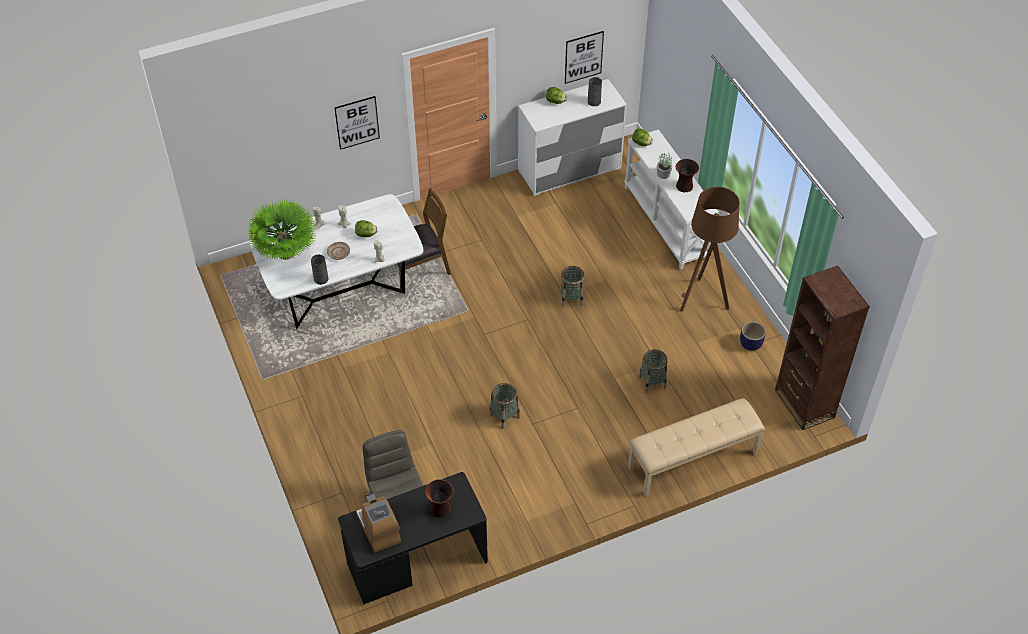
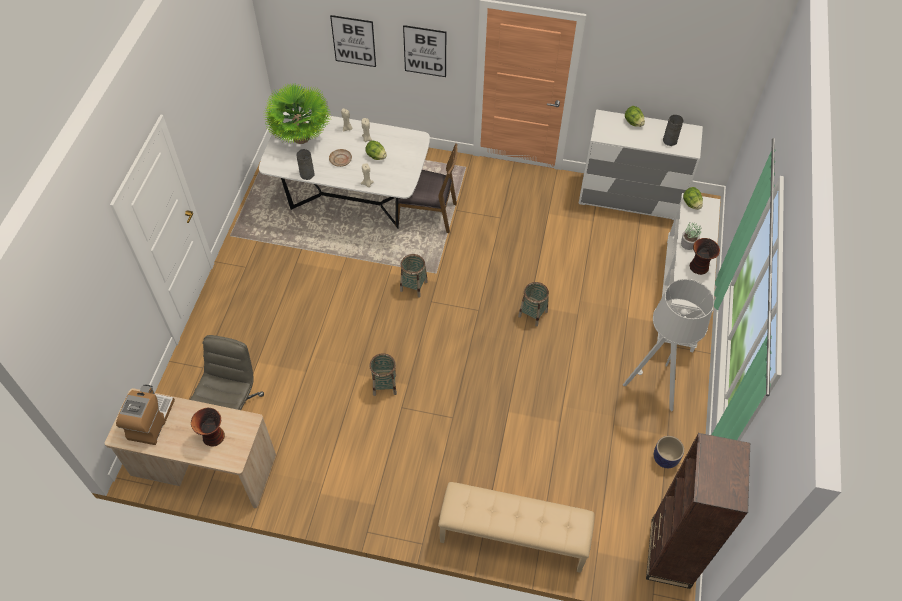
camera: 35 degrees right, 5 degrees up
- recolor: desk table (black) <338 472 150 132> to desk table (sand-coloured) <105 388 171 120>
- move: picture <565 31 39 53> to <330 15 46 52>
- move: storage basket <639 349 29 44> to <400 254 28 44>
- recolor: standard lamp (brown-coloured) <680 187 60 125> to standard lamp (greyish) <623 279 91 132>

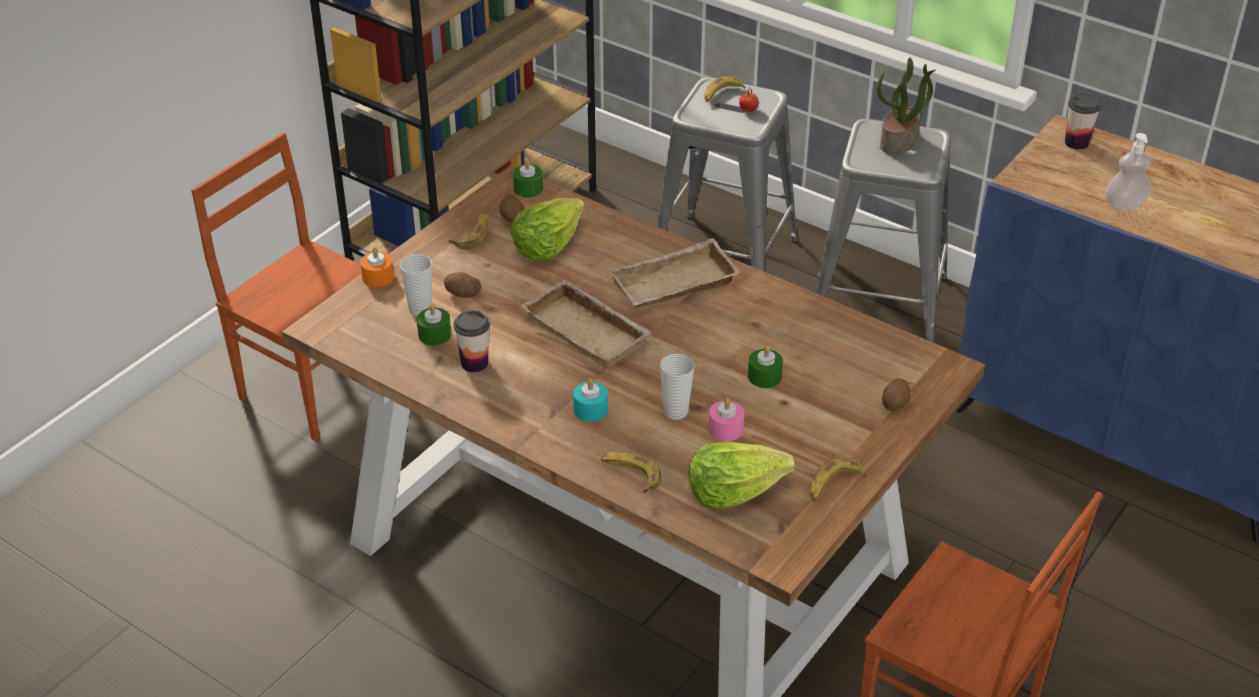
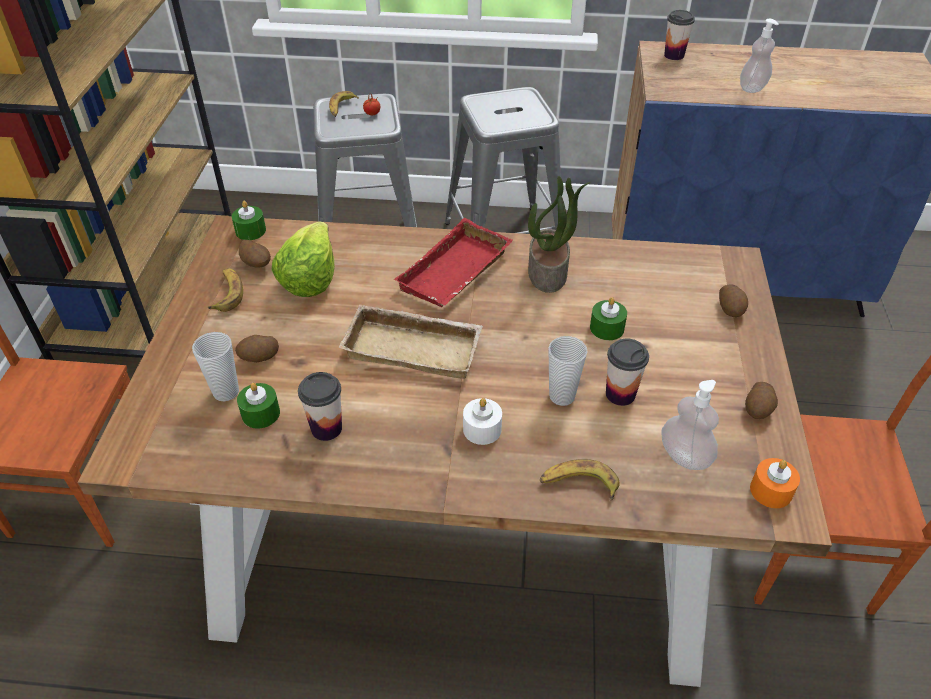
camera: 30 degrees left, 5 degrees up
- move: wax light (orange) <360 247 34 40> to <750 458 50 50>
- recolor: wax light (blue-green) <573 378 35 44> to wax light (white) <463 398 39 47>
- recolor: tray (sand-coloured) <609 238 132 70> to tray (reddish) <394 218 119 89>
- replace: lettuce <688 442 107 68> to soap dispenser <661 380 58 90>
- replace: wax light (pink) <708 397 37 44> to drinking cup <606 339 43 67>
- replace: banana <810 458 57 43> to whole potato <745 382 33 37>
- move: plant in a pot <877 57 59 98> to <528 176 62 117>

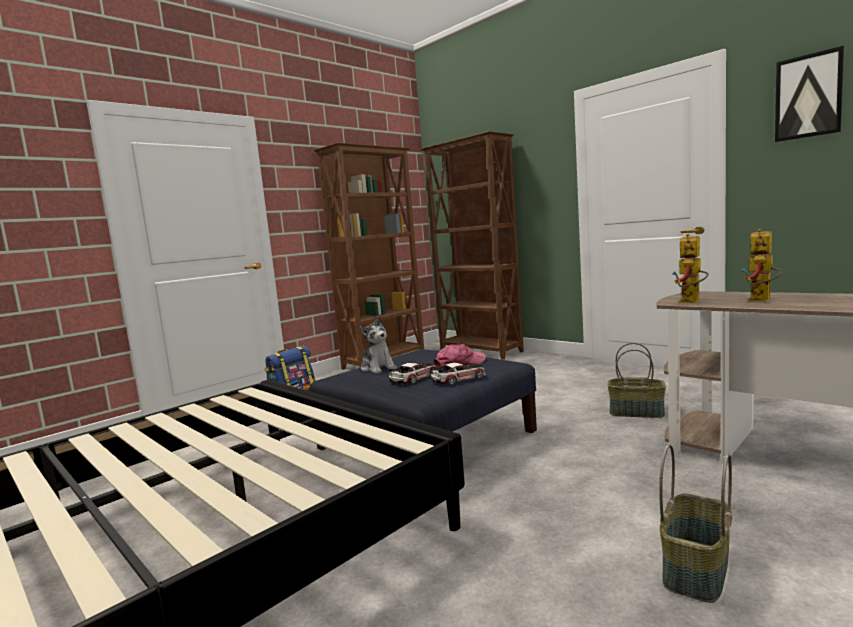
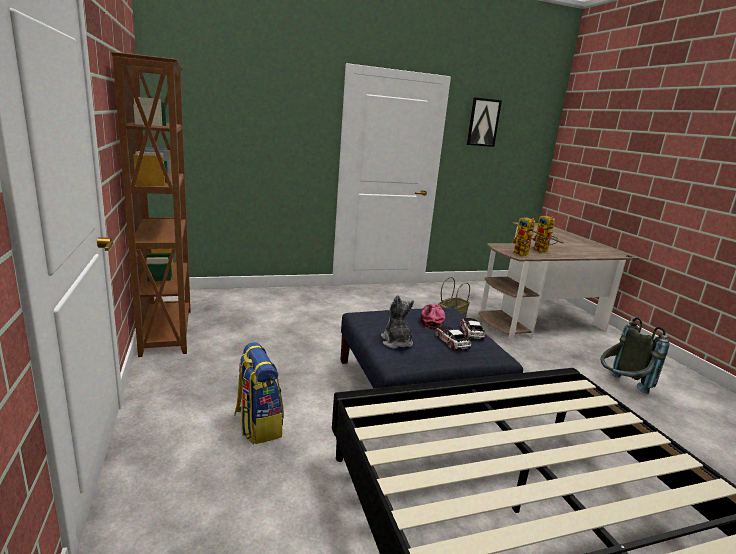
camera: 65 degrees left, 10 degrees up
- rotate: plush toy <360 316 37 58> = <381 295 33 54> 105 degrees counterclockwise
- delete: shelving unit (brown-coloured) <420 131 104 228>
- replace: storage basket <659 444 73 159> to knapsack (greyish) <601 317 69 77>

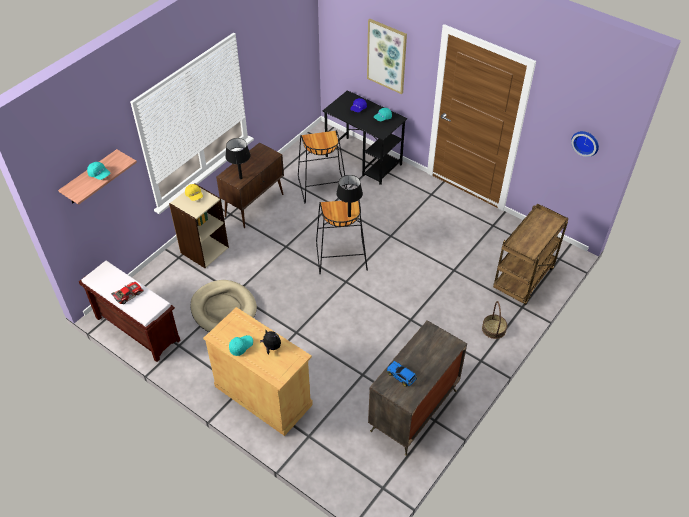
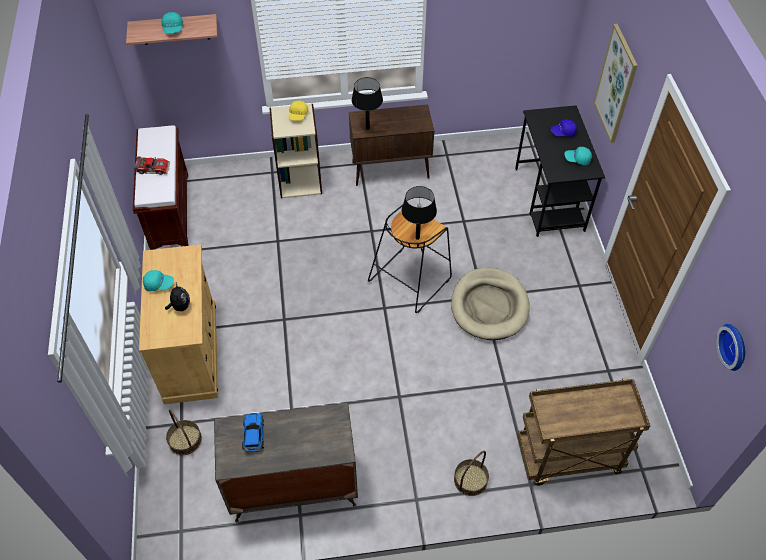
camera: 45 degrees right, 5 degrees up
- move: pet bed (sand-coloured) <191 280 66 52> to <451 268 79 72>
- delete: sitting stool (black) <298 130 49 73>
- insert: storage basket <166 410 36 45>

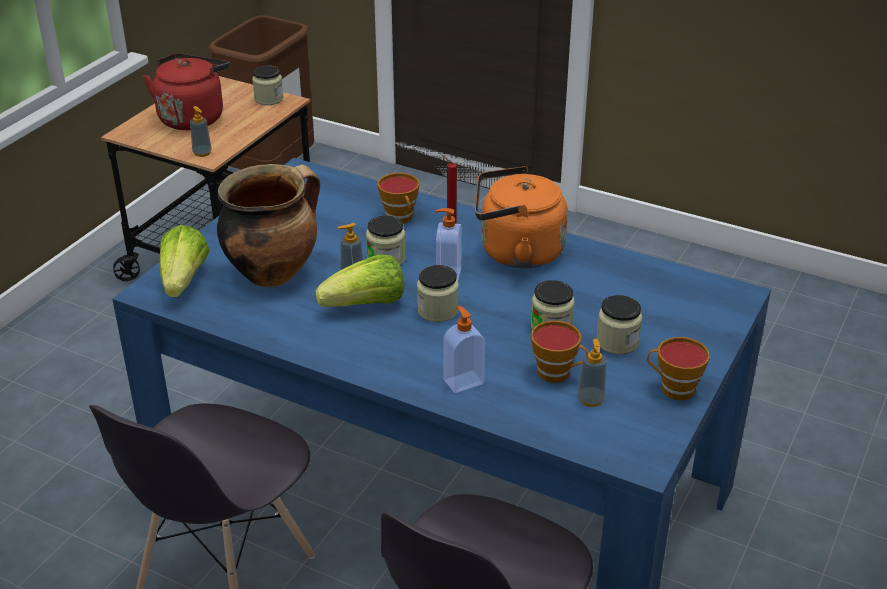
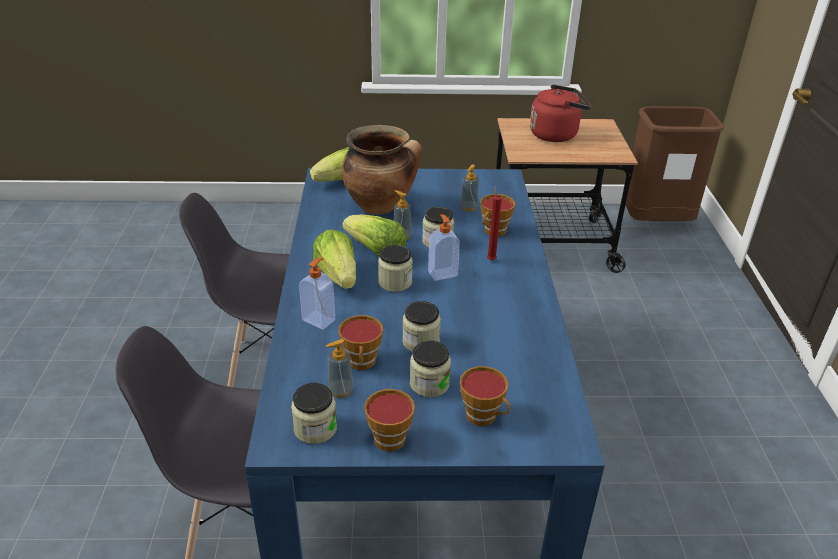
camera: 60 degrees right, 0 degrees up
- move: soap dispenser <190 106 22 51> to <460 165 19 46>
- move: preserve jar <252 65 31 40> to <291 383 46 61>
- delete: tea kettle (orange) <475 166 93 103>
- insert: lettuce <313 230 43 59>
- insert: drinking cup <460 366 50 60>

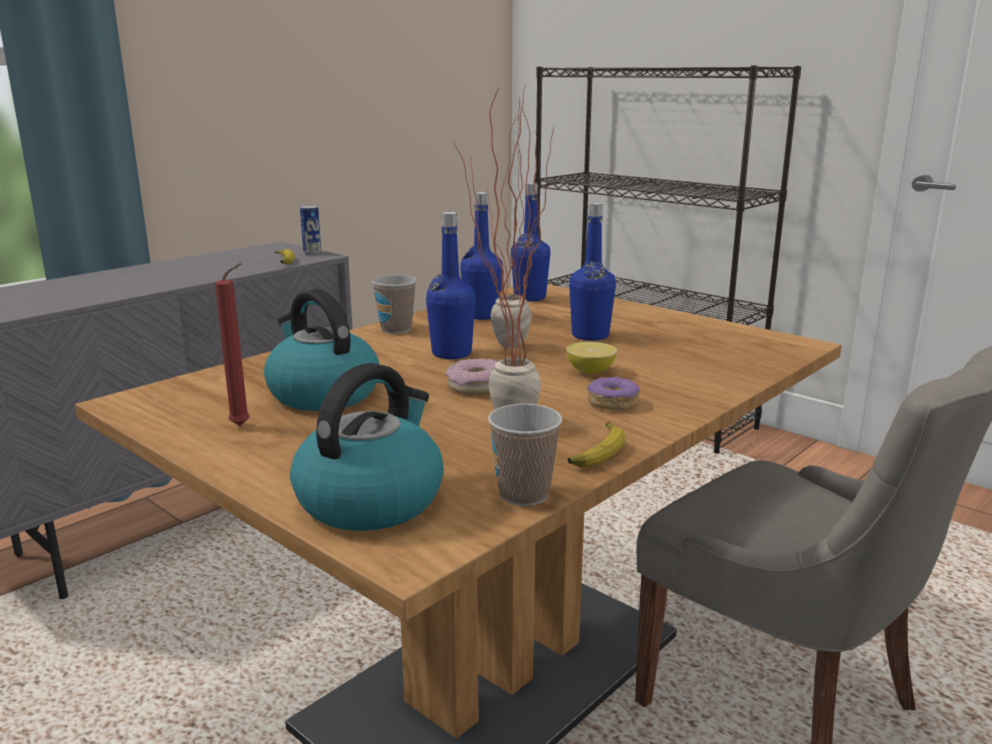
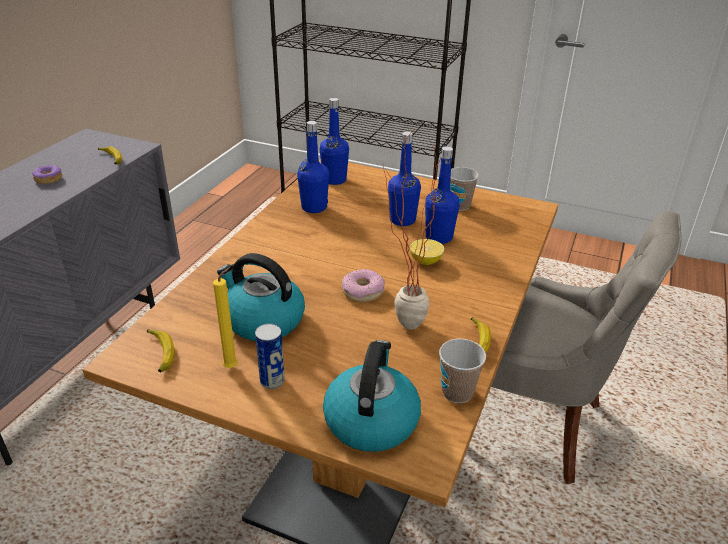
camera: 20 degrees left, 15 degrees up
- recolor: wax light (reddish) <215 263 35 163> to wax light (yellow) <213 267 25 101>
- move: sealed can <300 205 21 50> to <255 323 30 66>
- move: drinking cup <372 275 45 59> to <450 167 29 44>
- move: drink bottle (bluish) <426 212 50 147> to <425 147 35 97>
- delete: plant in a pot <487 84 66 265>
- move: donut <587 375 53 35> to <32 164 30 20>
- insert: banana <147 329 28 43>

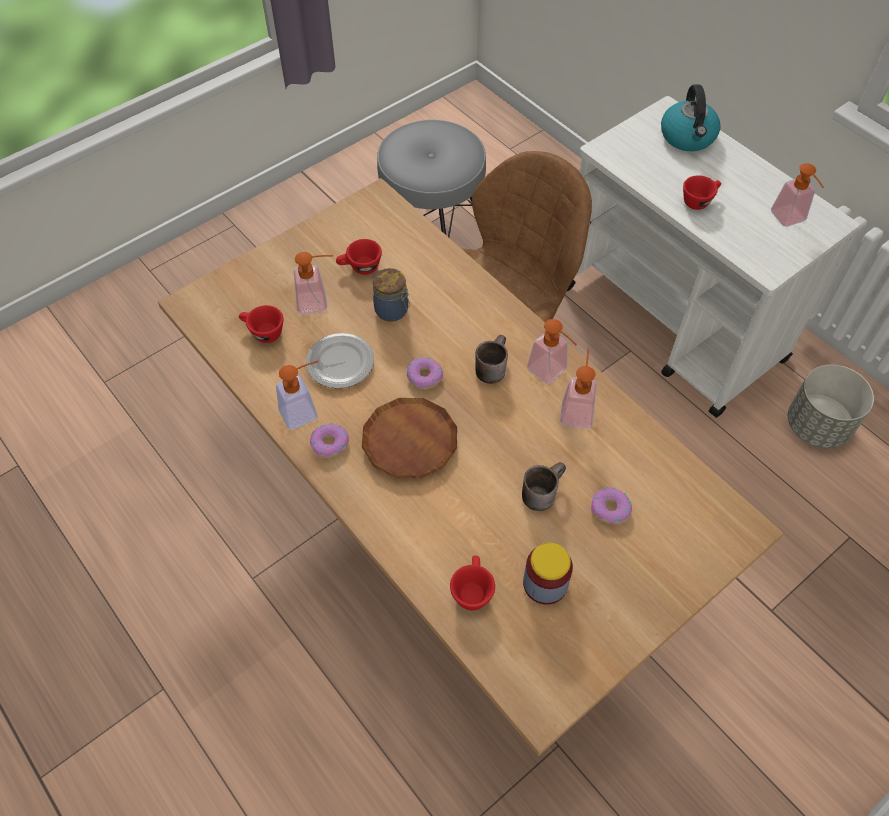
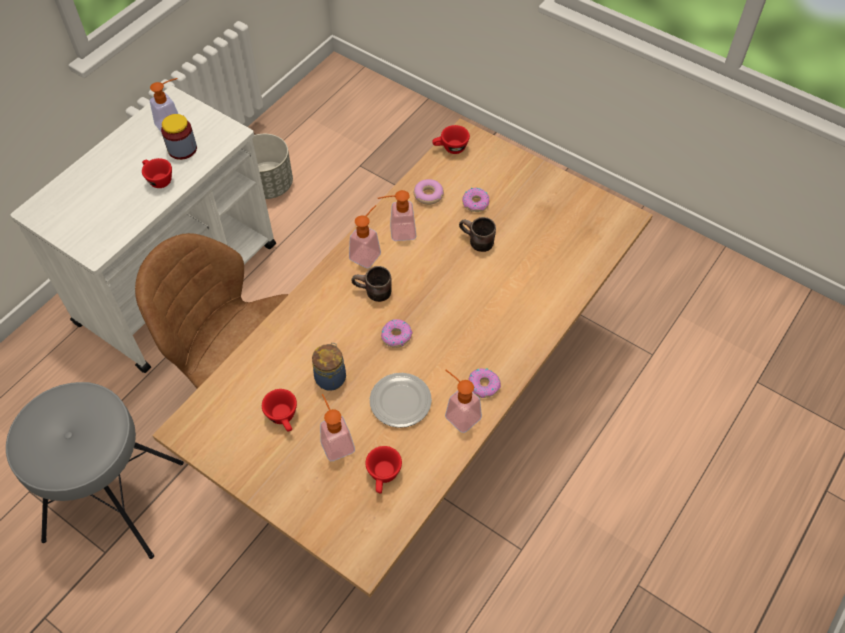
camera: 105 degrees left, 0 degrees up
- delete: flat dish (brown-coloured) <362 398 95 81>
- move: drinking cup (reddish) <450 555 45 55> to <432 125 38 29>
- move: preserve jar <523 543 50 62> to <161 114 36 46>
- delete: tea kettle <661 84 59 67>
- insert: donut <414 179 30 26>

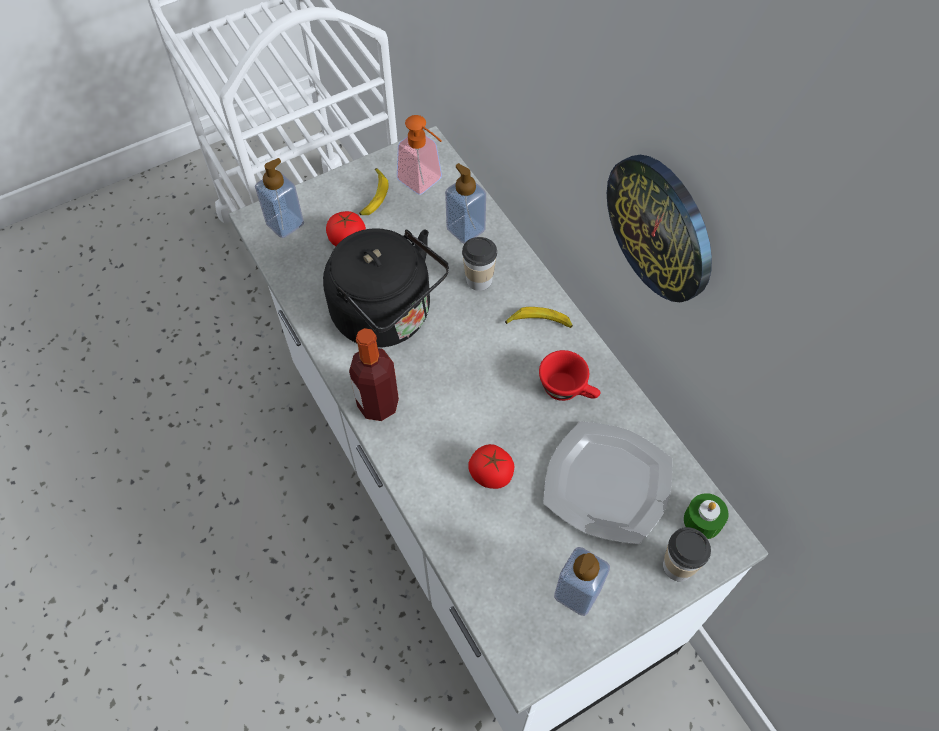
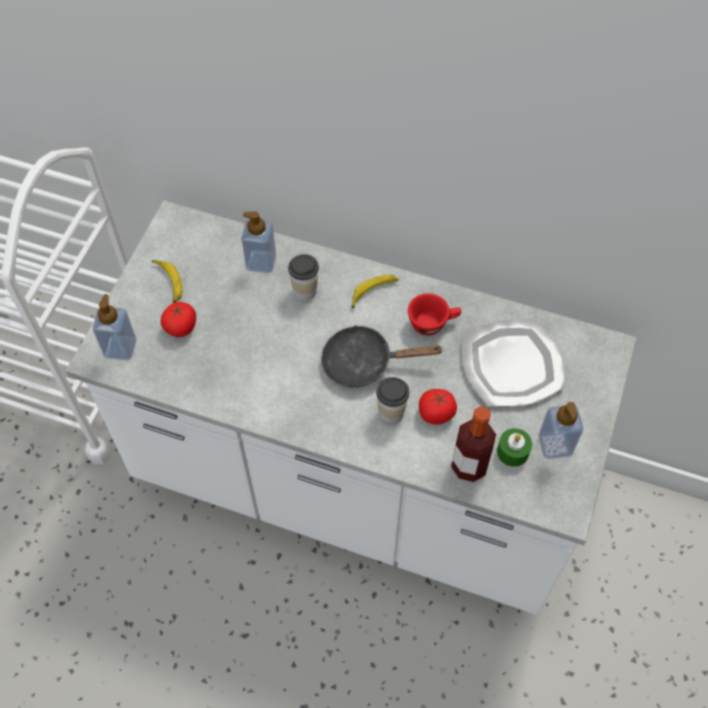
camera: 40 degrees left, 0 degrees up
- delete: tea kettle (black) <323 228 126 119>
- move: drink bottle <349 328 50 93> to <451 406 45 76>
- delete: soap dispenser <397 115 45 80>
- delete: wall clock <607 155 105 147>
- move: drinking cup <663 527 48 55> to <376 377 33 47>
- move: wax light (greenish) <684 493 45 46> to <497 428 35 39>
- insert: pan (black) <321 325 123 63>

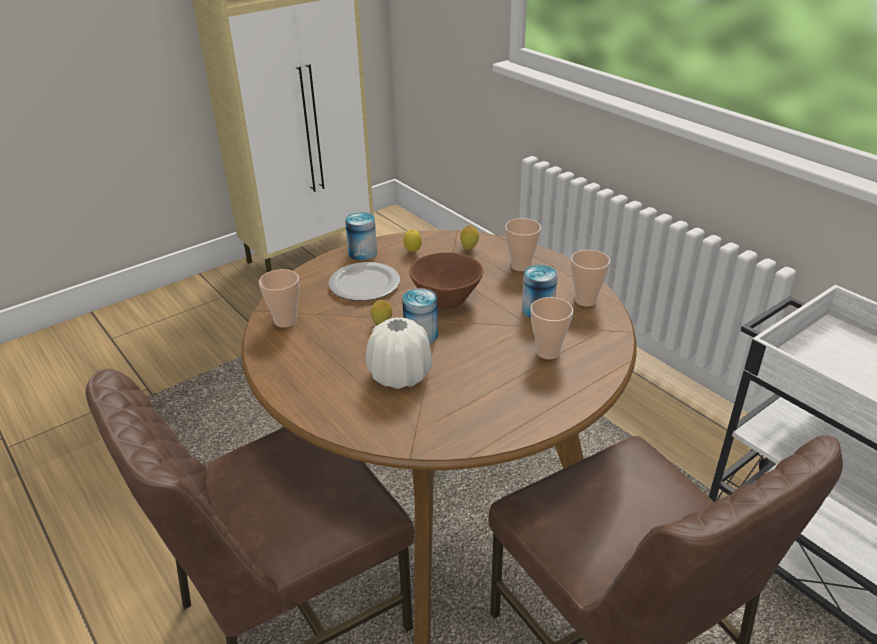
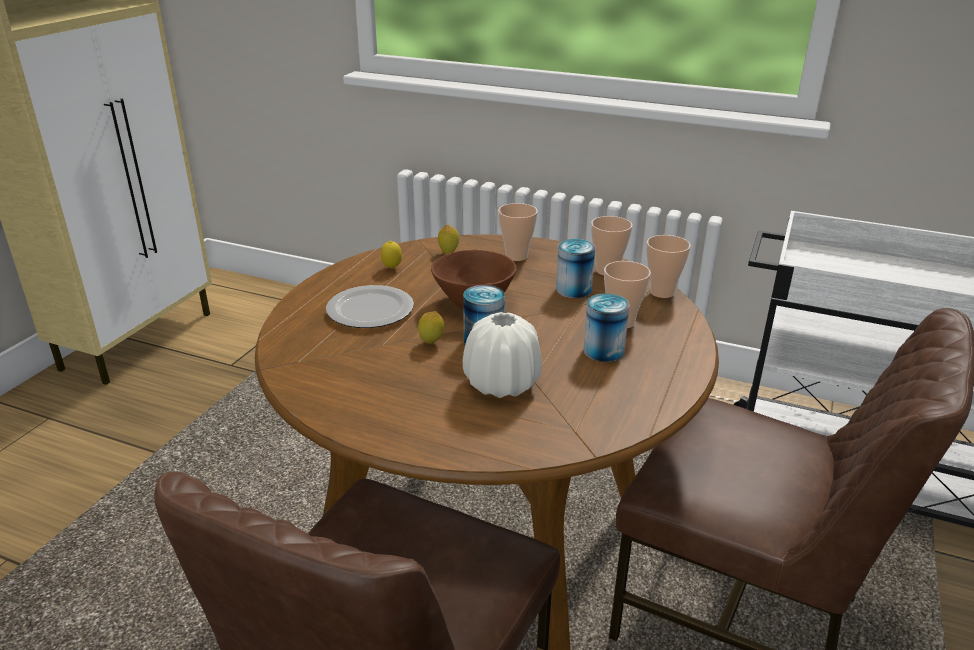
camera: 30 degrees left, 5 degrees down
- move: drinking cup <259 269 40 59> to <646 235 45 63>
- move: sealed can <345 212 32 49> to <583 294 46 68>

